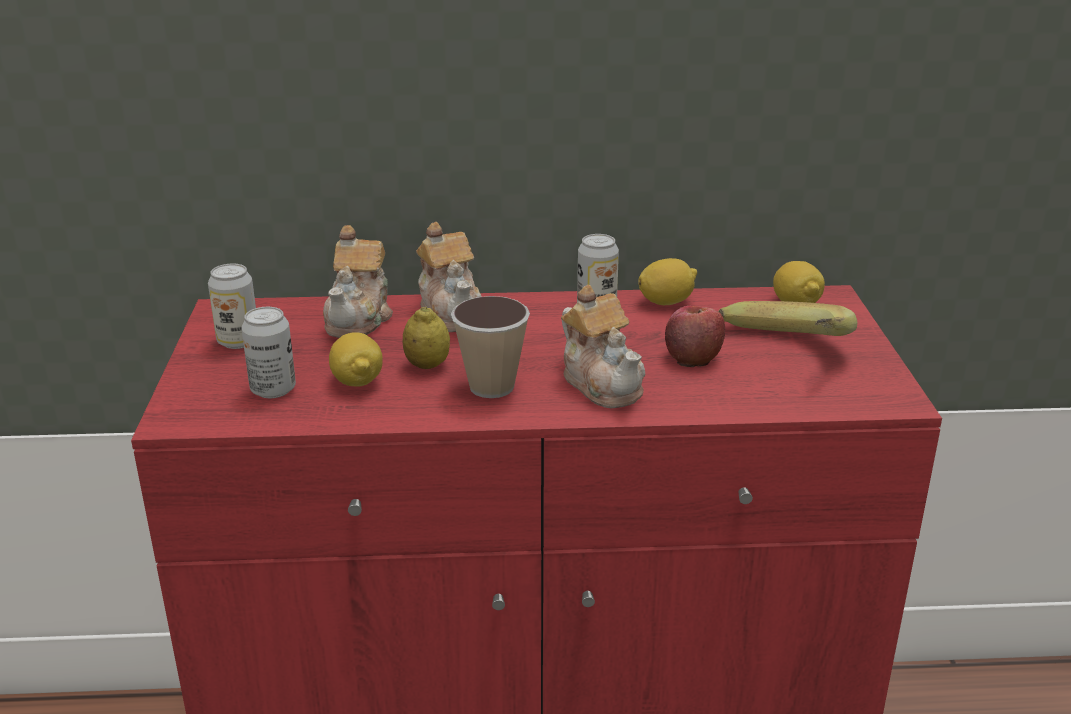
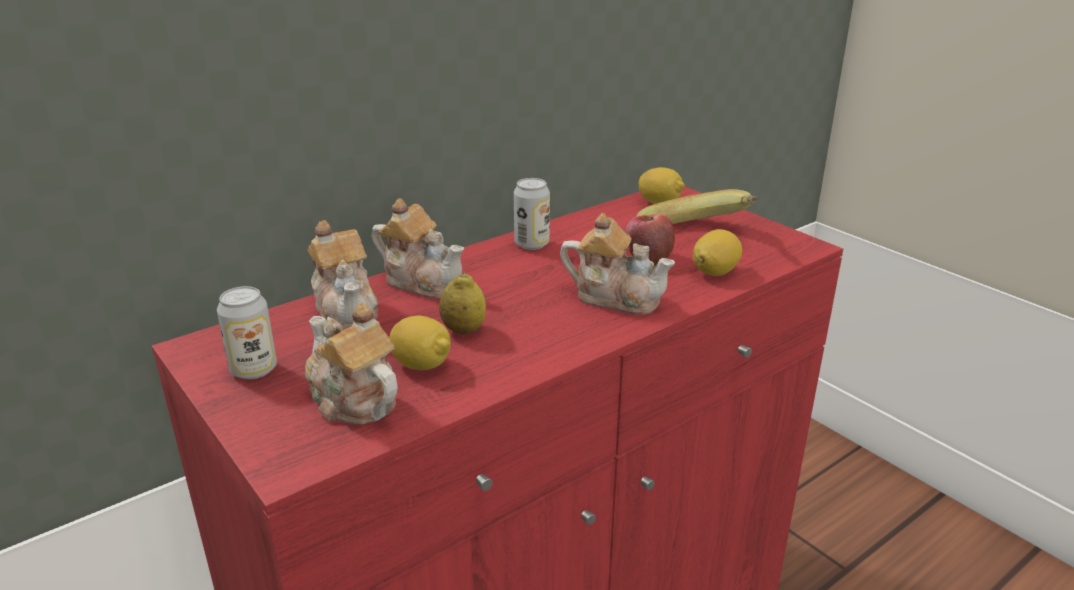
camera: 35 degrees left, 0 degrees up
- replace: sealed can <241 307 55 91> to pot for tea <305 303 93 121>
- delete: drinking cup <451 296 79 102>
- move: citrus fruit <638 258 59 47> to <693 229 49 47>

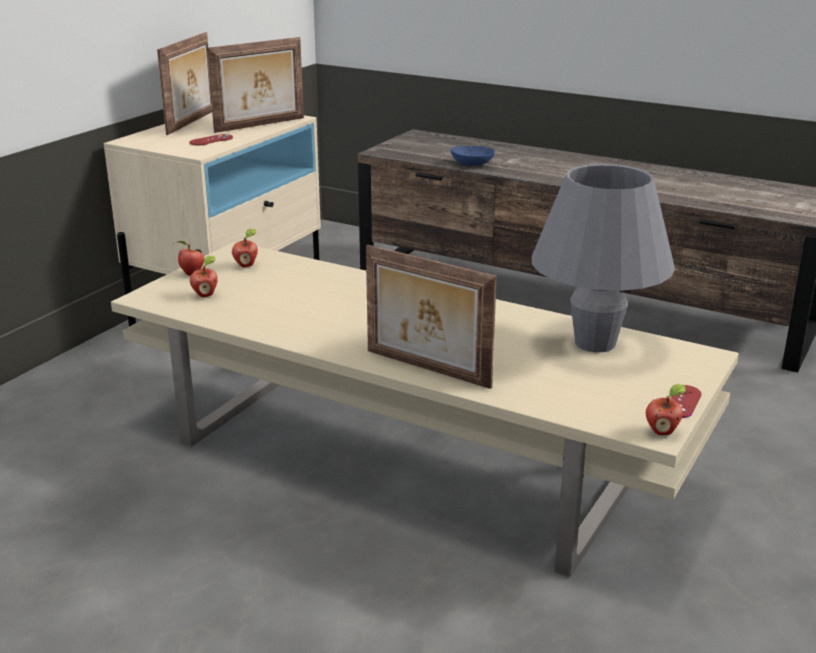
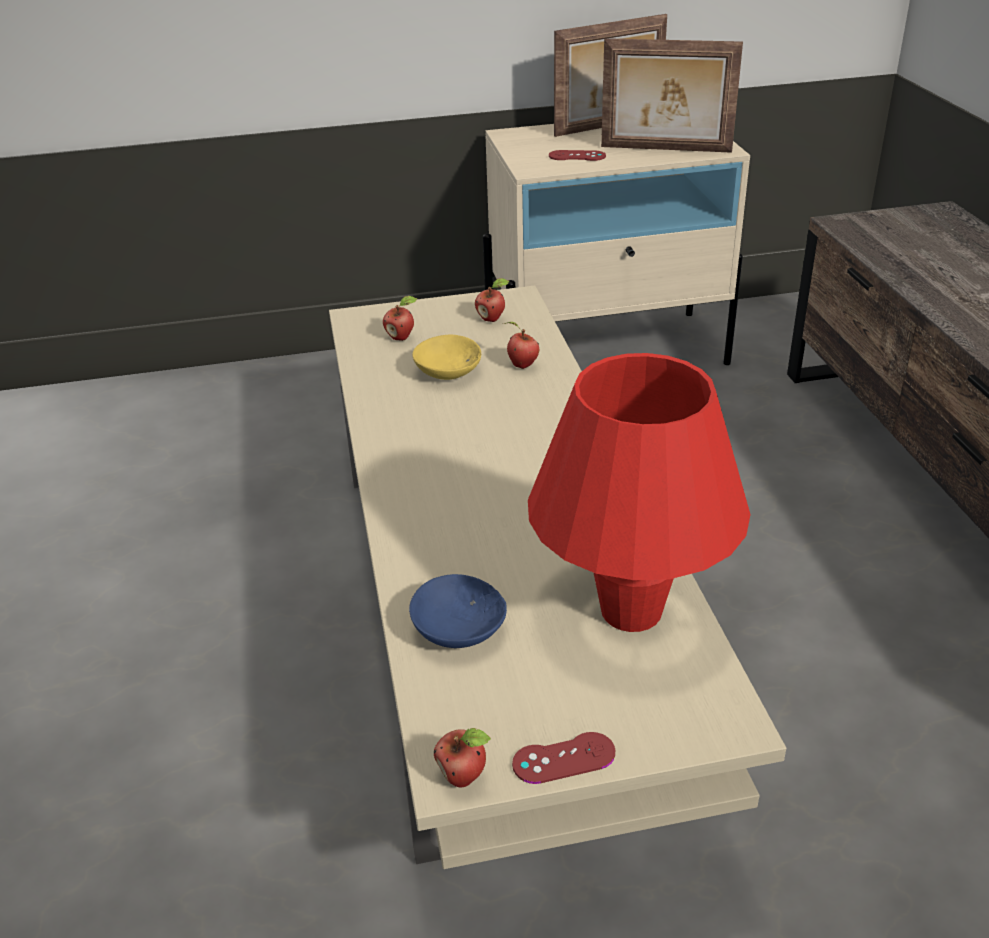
camera: 50 degrees right, 10 degrees up
- move: apple <174 241 30 35> to <503 322 36 47>
- delete: picture frame <366 245 131 144>
- move: deep dish (bluish) <451 146 44 20> to <409 574 98 74>
- recolor: table lamp (greyish) <531 164 144 188> to table lamp (reddish) <528 353 222 279>
- insert: deep dish (yellow) <413 335 68 45>

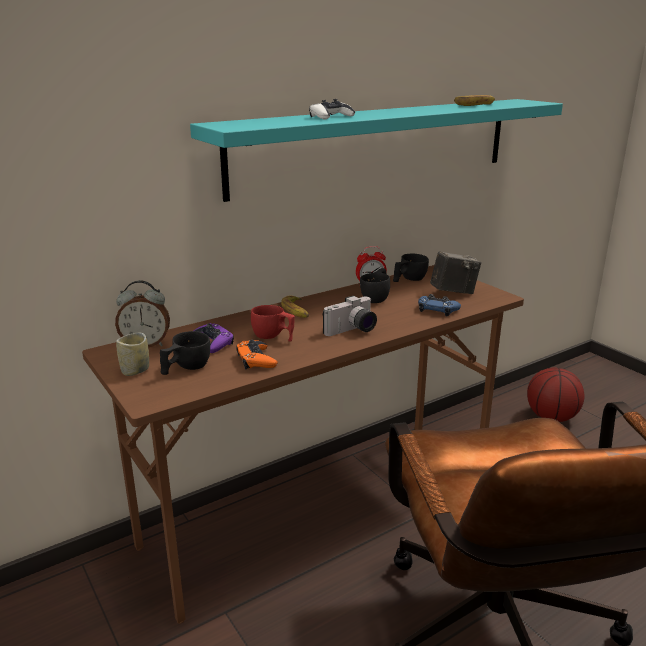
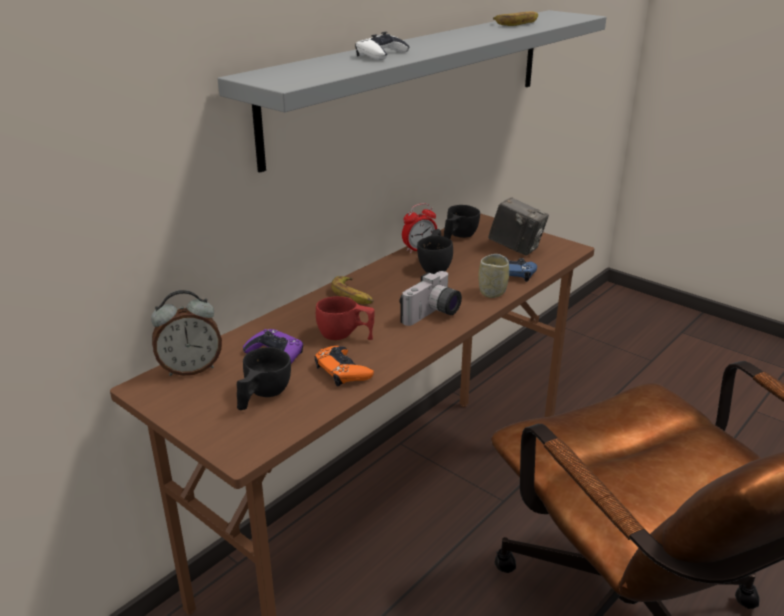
camera: 15 degrees left, 5 degrees up
- move: drinking cup <116 333 33 43> to <478 254 31 44>
- recolor: bracket shelf (blue-green) <190 99 373 103> to bracket shelf (greyish) <218 10 389 163>
- rotate: still camera <430 251 51 43> = <488 197 61 58> 60 degrees clockwise
- delete: basketball <527 367 57 55>

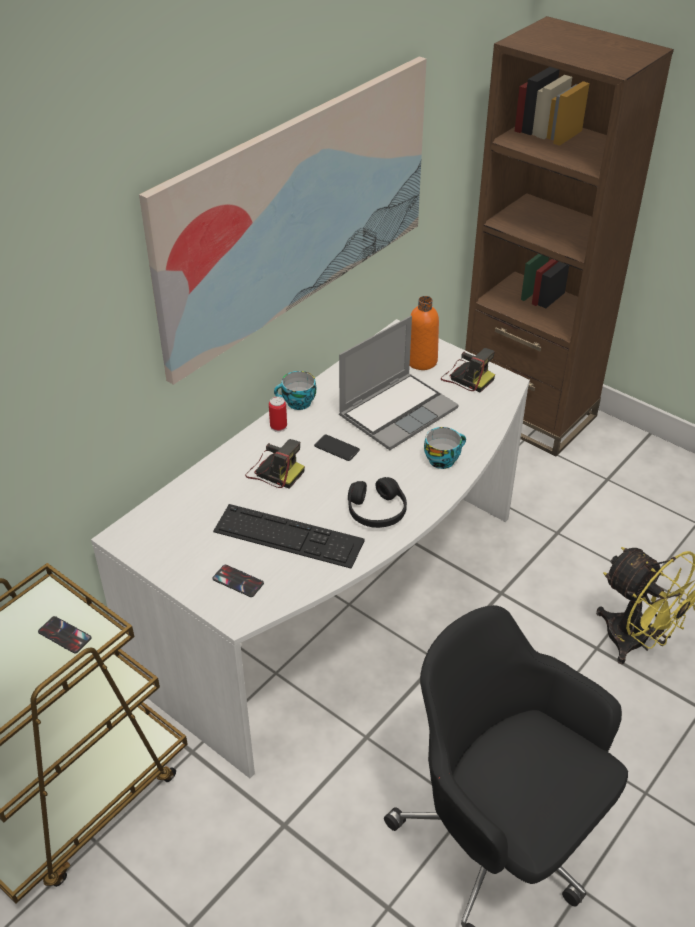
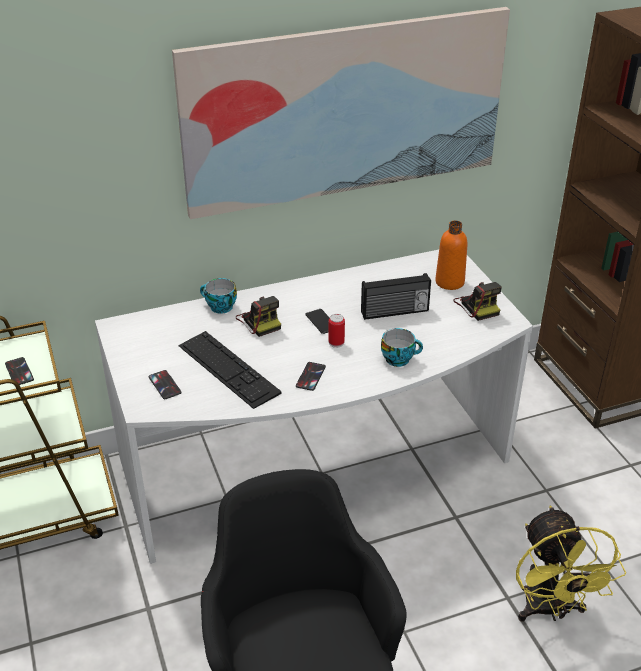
camera: 30 degrees right, 5 degrees down
- move: sealed can <269 396 18 36> to <328 314 17 34>
- move: drinking cup <274 371 42 39> to <200 278 37 36>
- replace: laptop <339 316 120 134> to radio receiver <361 273 70 47>
- replace: pair of headphones (black) <348 477 59 51> to telephone <296 362 30 29>

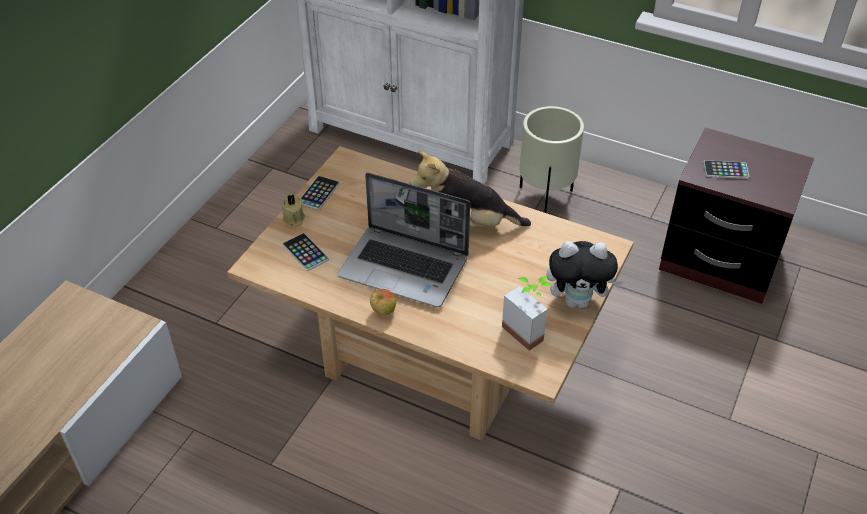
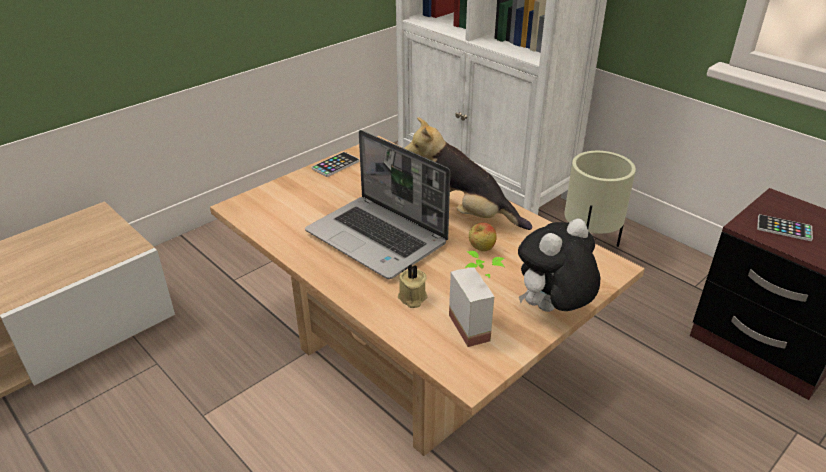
camera: 20 degrees right, 10 degrees down
- move: wax light (sand-coloured) <282 194 23 33> to <398 265 30 43>
- delete: telephone <283 233 46 38>
- move: apple <370 289 26 26> to <469 223 28 29>
- rotate: plush toy <546 241 77 67> = <518 218 82 94> 120 degrees clockwise

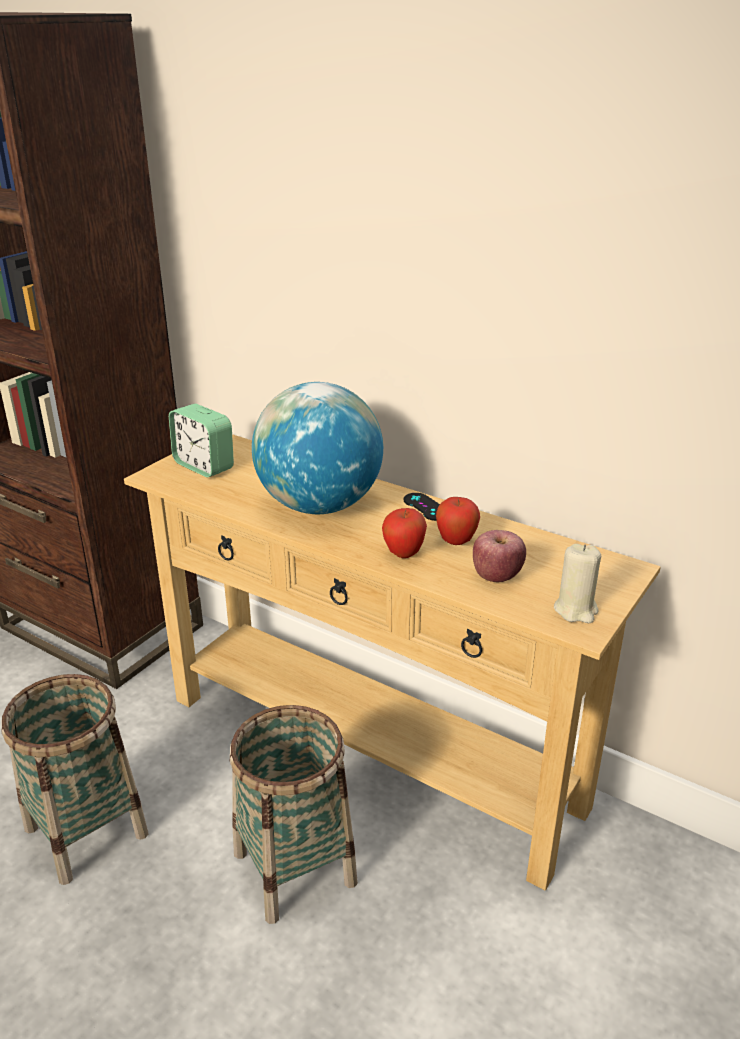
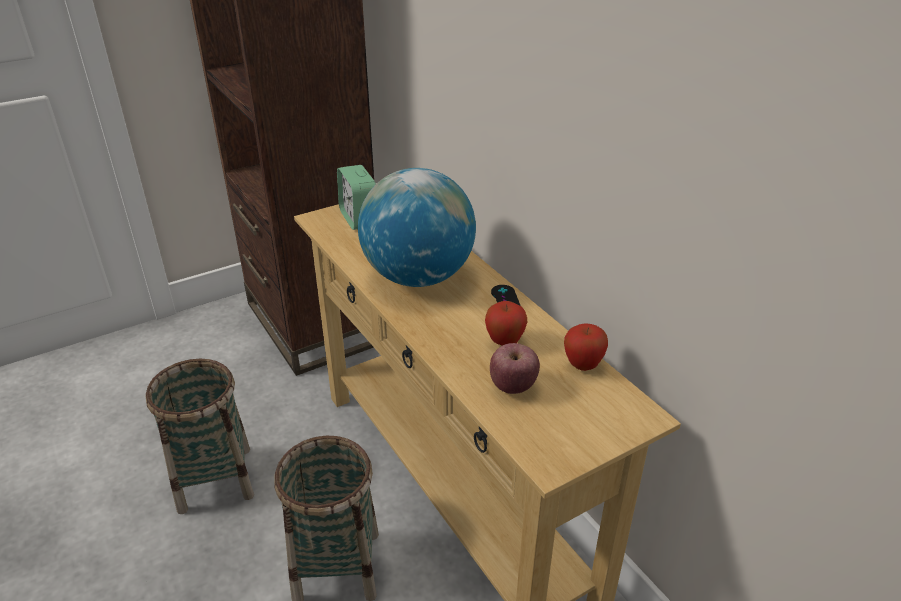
camera: 25 degrees right, 5 degrees up
- move: apple <382 508 45 50> to <564 323 44 48>
- delete: wax light (sand-coloured) <554 544 47 79>

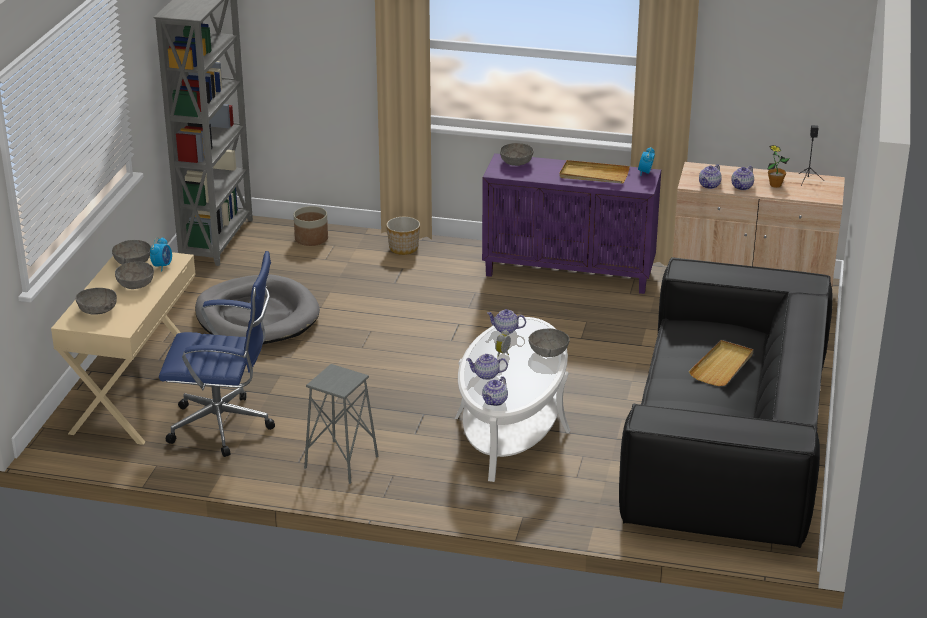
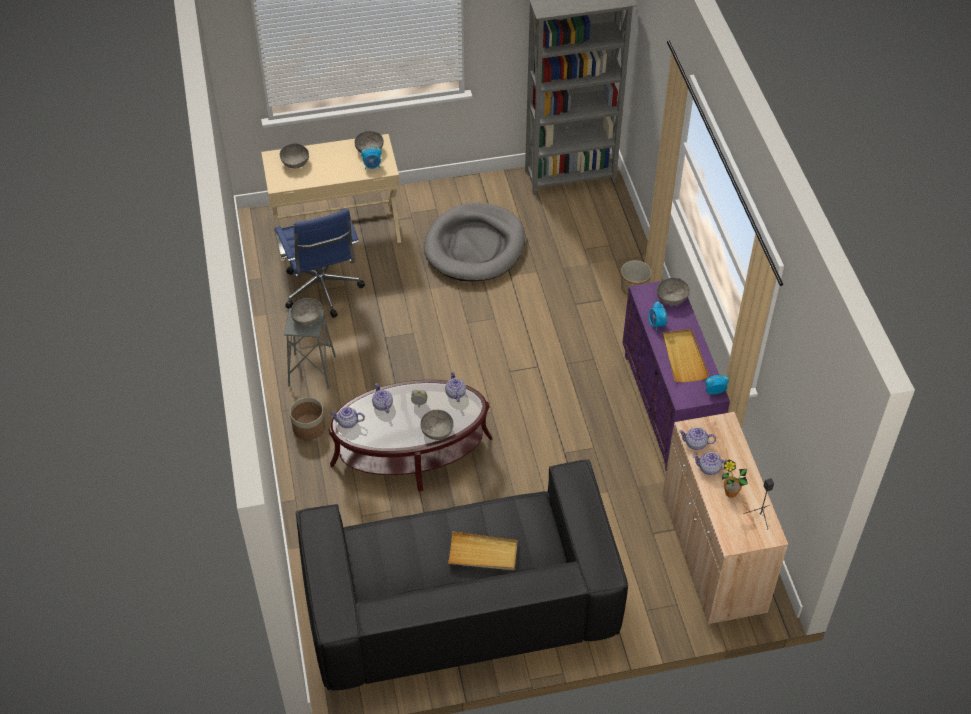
camera: 65 degrees right, 20 degrees up
- move: deep dish (greyish) <115 262 39 27> to <291 298 31 28>
- move: planter <294 206 34 40> to <290 398 35 42>
- recolor: low table (white) <455 317 115 165> to low table (brown-coloured) <329 380 164 112>
- insert: alarm clock <649 301 18 30>

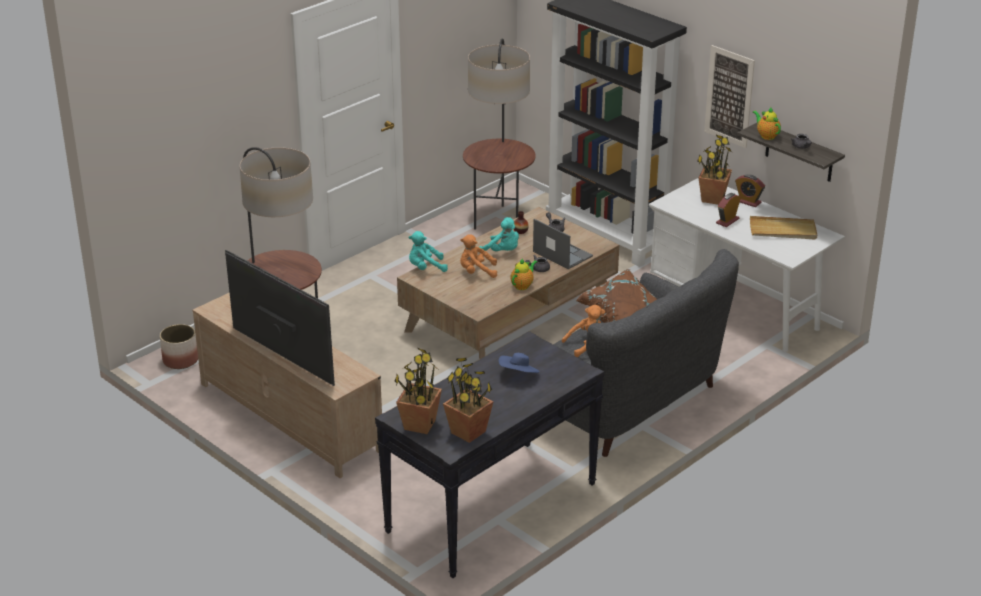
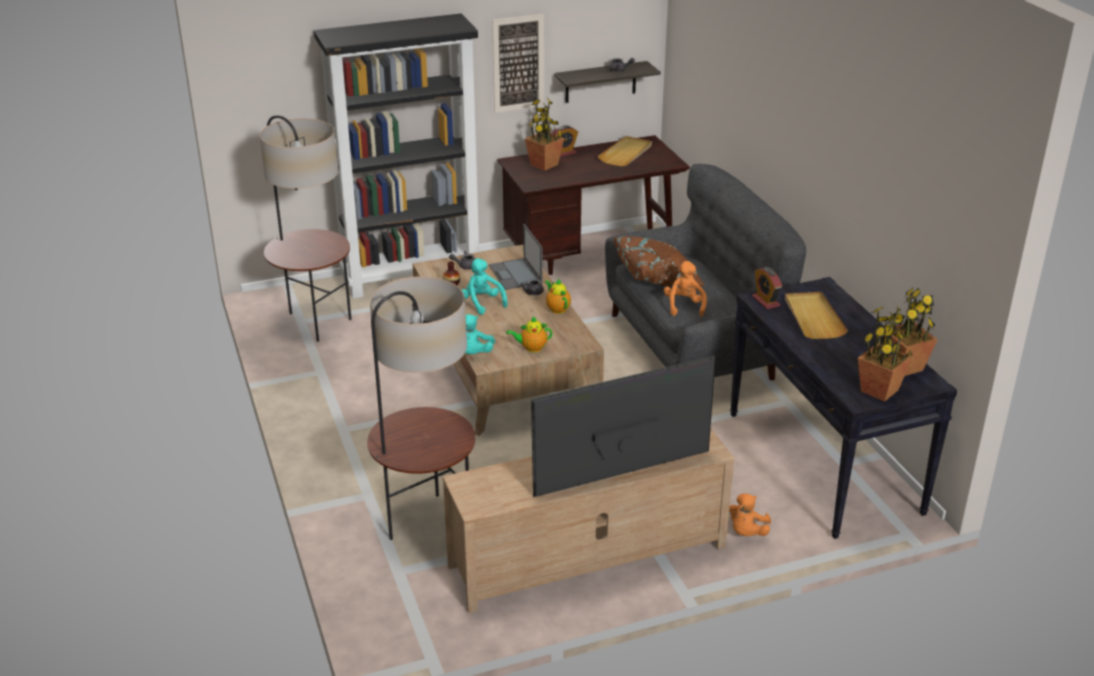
camera: 65 degrees left, 0 degrees up
- delete: planter <160 324 38 45>
- move: plush toy (orange) <460 234 37 44> to <729 493 42 43>
- rotate: plush toy (blue-green) <479 217 40 34> = <462 258 46 57> 90 degrees counterclockwise
- replace: hat (bluish) <499 353 41 20> to tray (sand-coloured) <785 292 63 47>
- rotate: laptop <533 219 60 50> = <489 224 53 66> 90 degrees counterclockwise
- recolor: desk table (white) <649 178 196 174> to desk table (brown-coloured) <497 135 193 140>
- move: alarm clock <716 193 25 34> to <752 267 30 42>
- move: pot for tea <753 107 28 33> to <506 316 47 36>

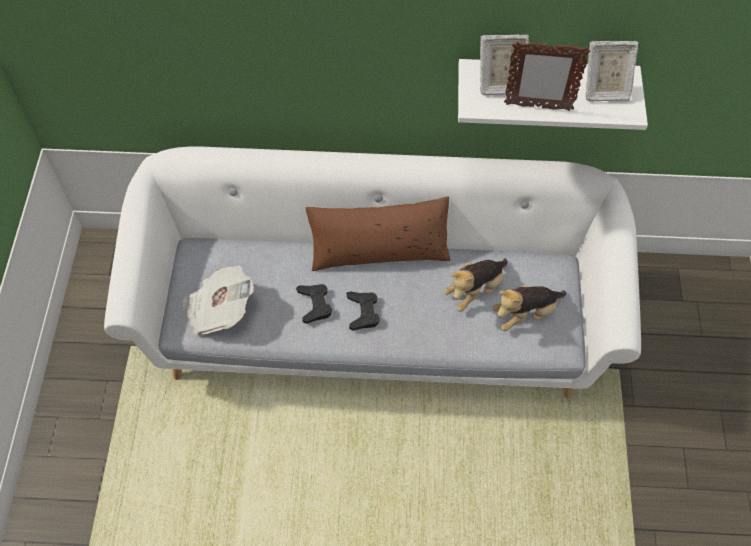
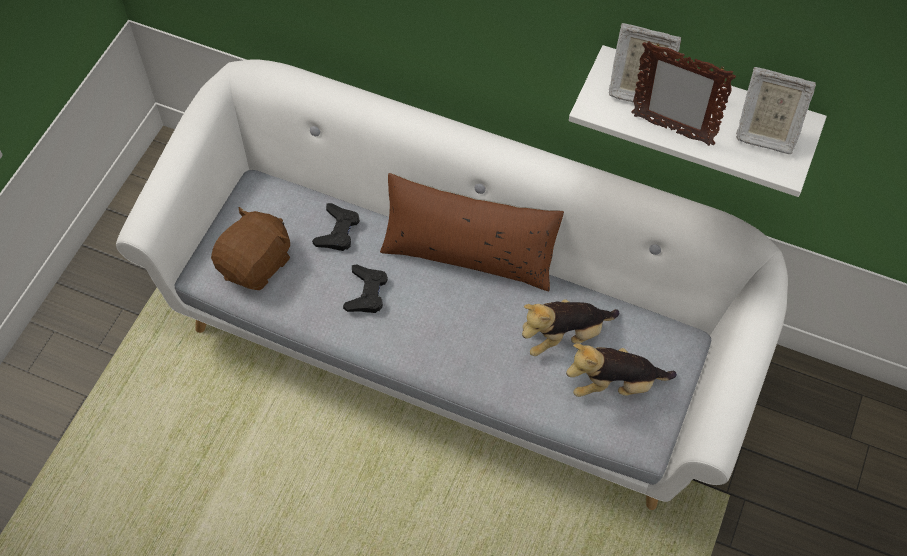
camera: 20 degrees right, 0 degrees up
- replace: daily paper <182 266 72 69> to plush toy (brown-coloured) <211 207 79 83>
- move: joypad (black) <346 291 34 40> to <312 203 48 48>

